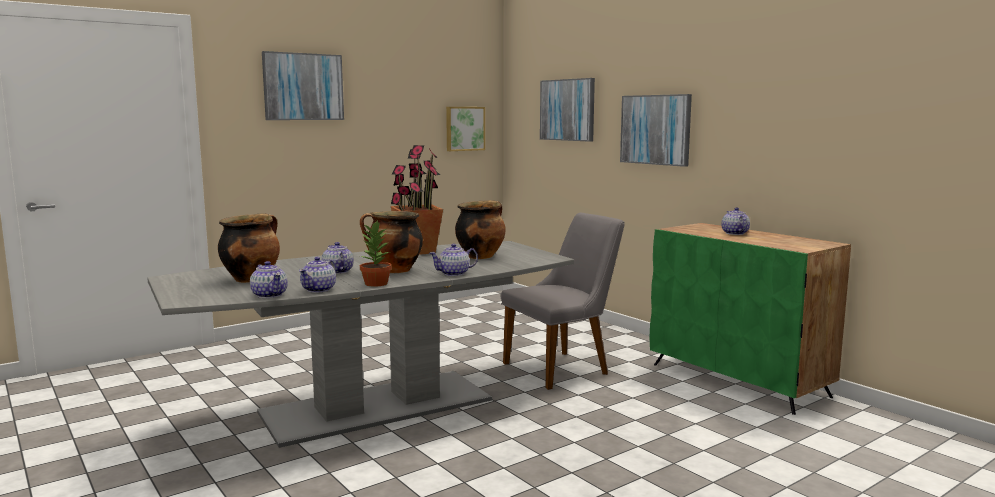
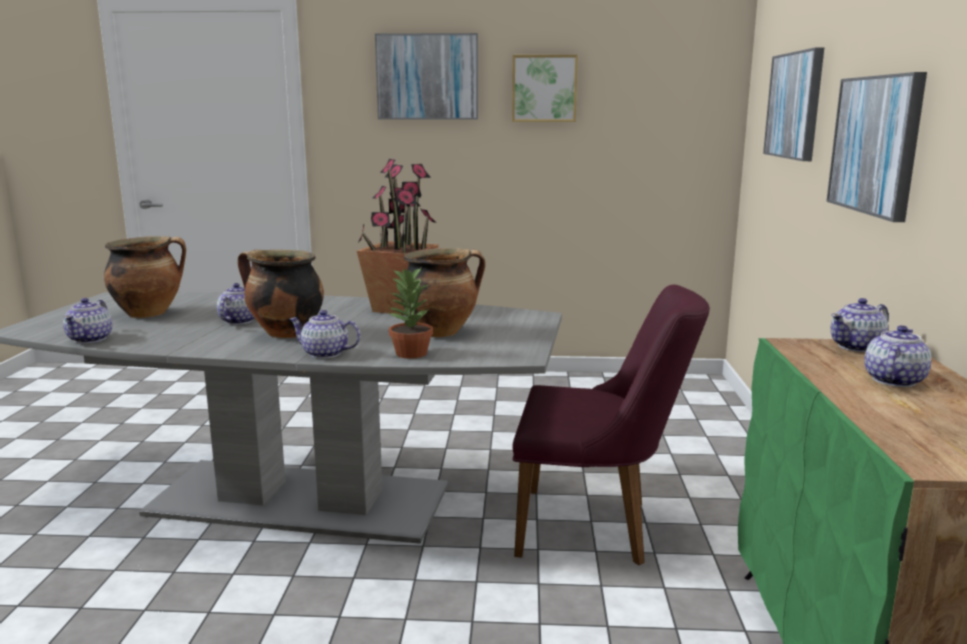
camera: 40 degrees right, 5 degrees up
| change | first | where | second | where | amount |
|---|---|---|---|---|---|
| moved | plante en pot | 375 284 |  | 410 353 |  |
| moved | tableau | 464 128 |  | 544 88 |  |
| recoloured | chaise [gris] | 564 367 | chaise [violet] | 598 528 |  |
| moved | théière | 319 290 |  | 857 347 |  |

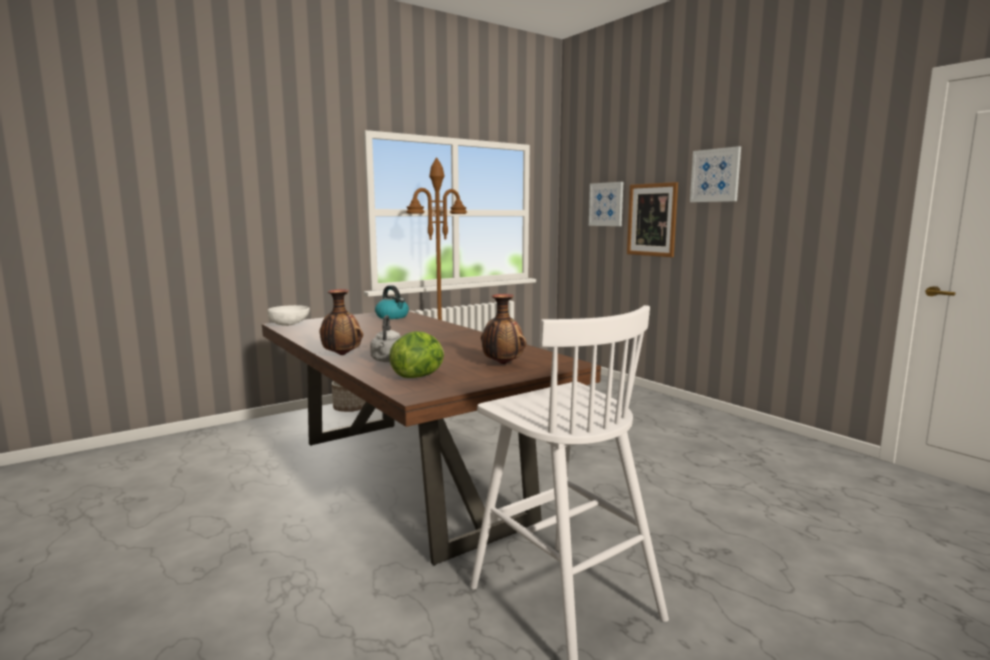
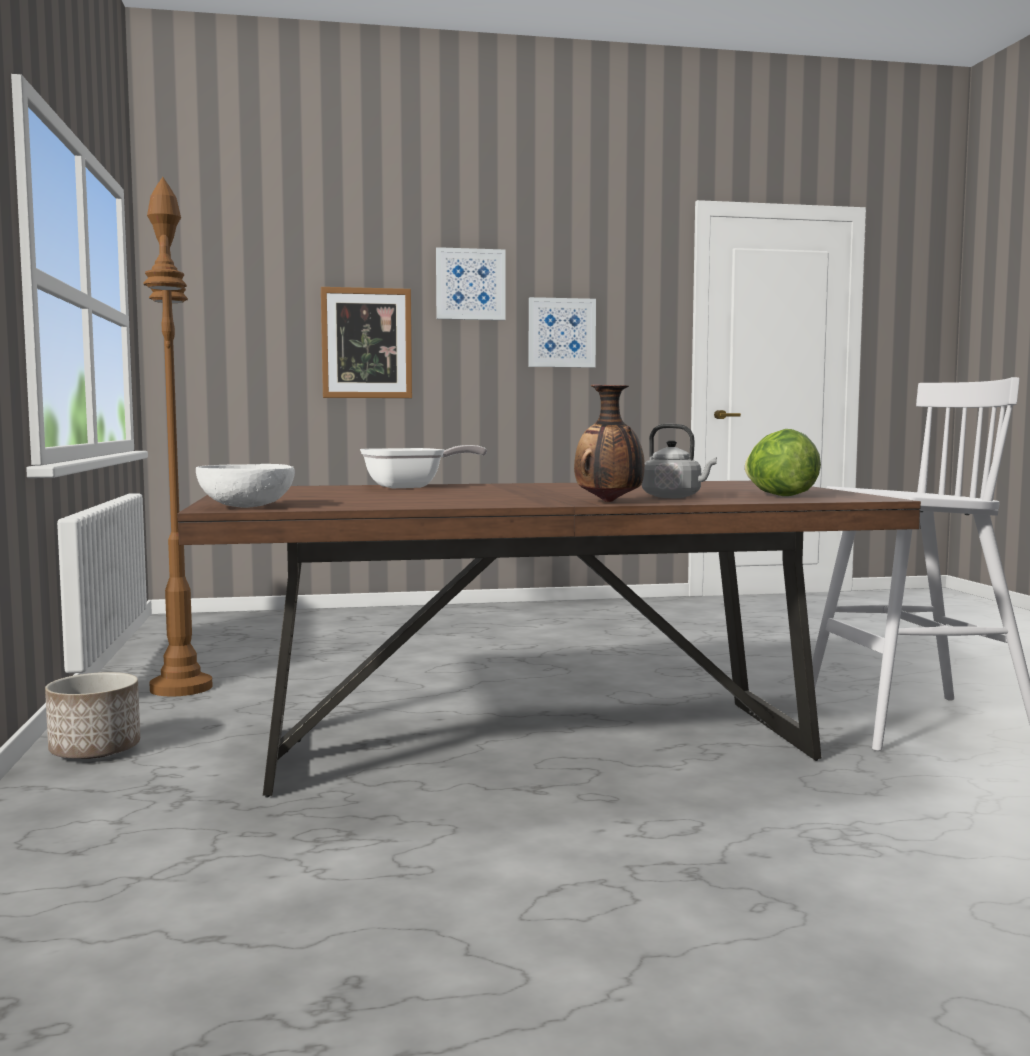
camera: 65 degrees left, 5 degrees down
| change | first | where | second | where | amount |
|---|---|---|---|---|---|
| added |  |  | poêle | 412 487 |  |
| moved | tableau | 606 204 |  | 561 333 |  |
| removed | bouilloire | 392 317 |  |  |  |
| removed | vase | 502 364 |  |  |  |

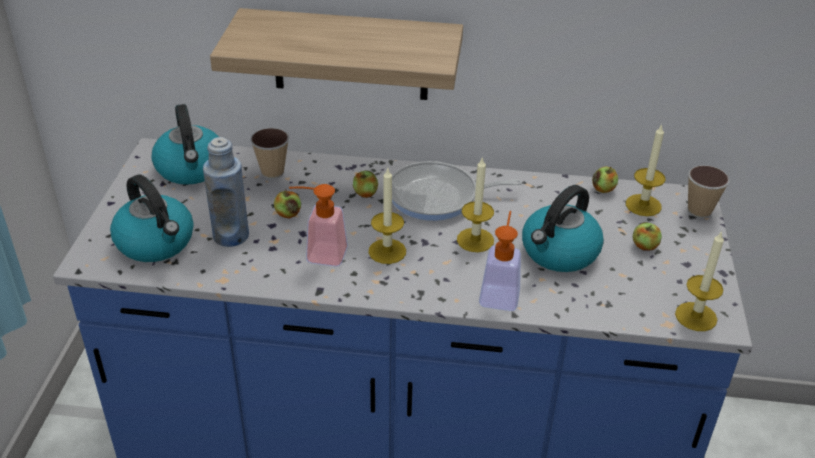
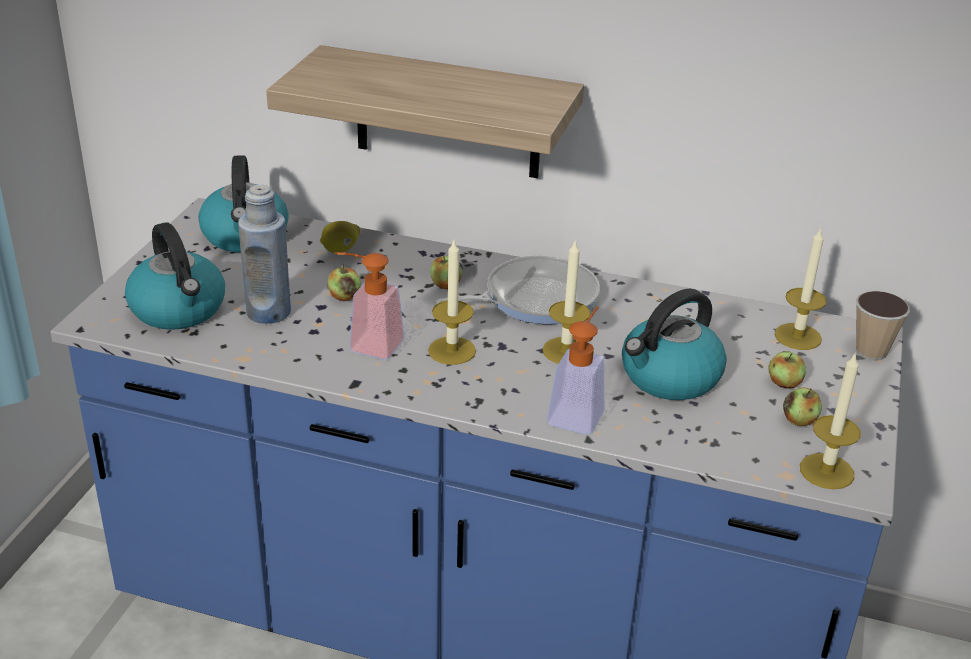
camera: 10 degrees right, 5 degrees down
| change | first | where | second | where | amount |
|---|---|---|---|---|---|
| replaced | tasse | 272 172 | citron | 340 250 |  |
| turned | poêle | 438 197 |  | 534 298 | 150 degrees clockwise |
| moved | pomme | 603 189 |  | 799 420 |  |

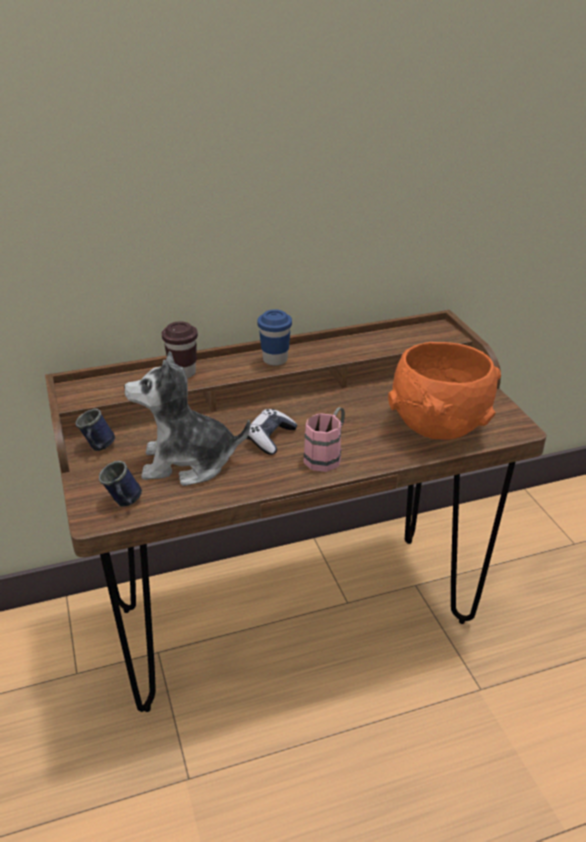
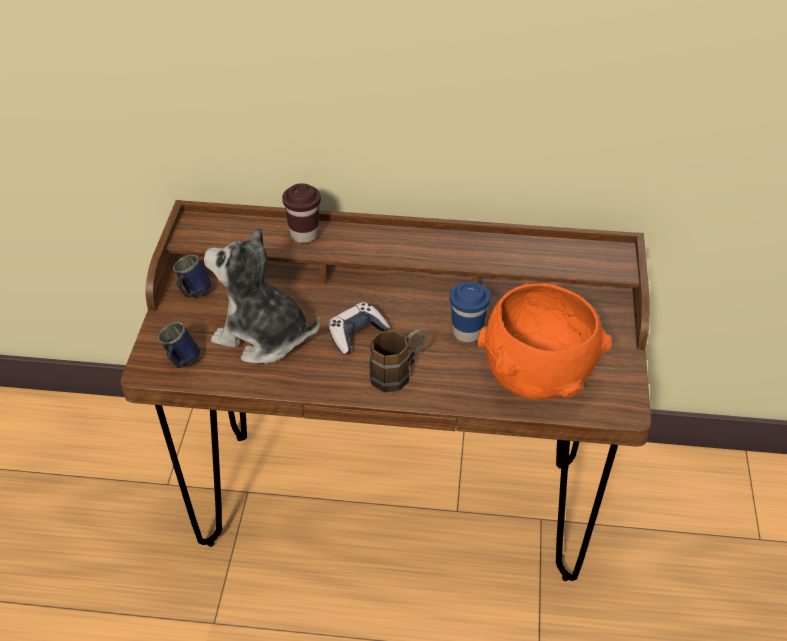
camera: 25 degrees right, 10 degrees up
| change | first | where | second | where | amount |
|---|---|---|---|---|---|
| recoloured | mug [rose] | 327 455 | mug [marron] | 398 373 |  |
| moved | tasse [bleu] | 275 360 |  | 467 333 |  |

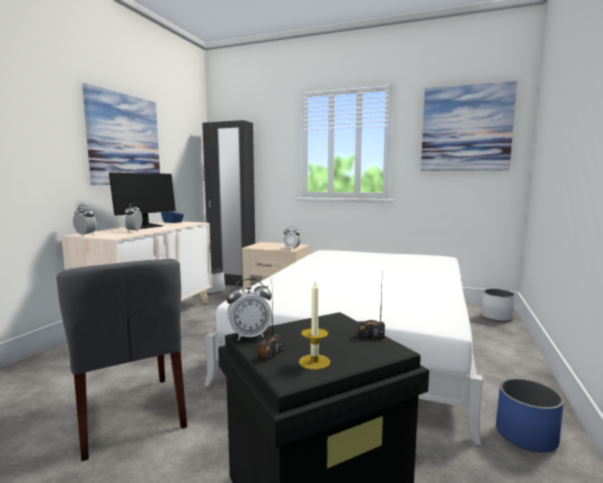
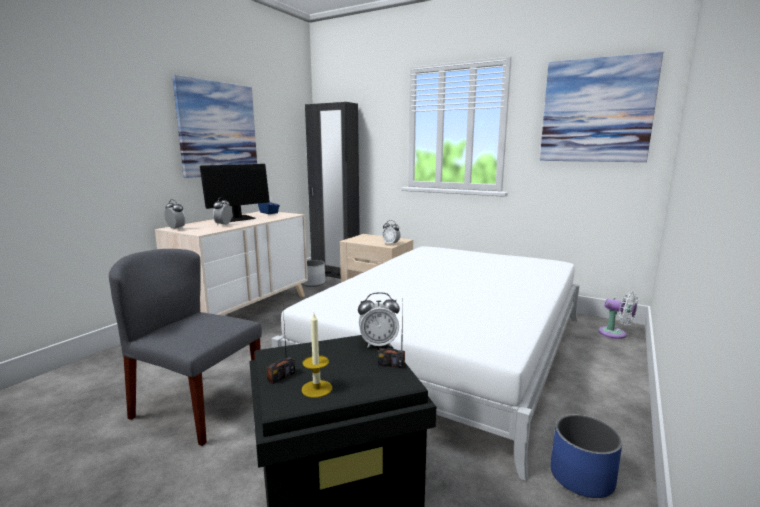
camera: 10 degrees right, 5 degrees up
| change | first | where | second | where | amount |
|---|---|---|---|---|---|
| turned | chaise [gris] | 130 414 |  | 197 407 | 135 degrees clockwise |
| moved | réveil | 250 336 |  | 378 344 |  |
| replaced | cache-pot [blanc] | 496 317 | ventilateur [blanc] | 615 334 |  |

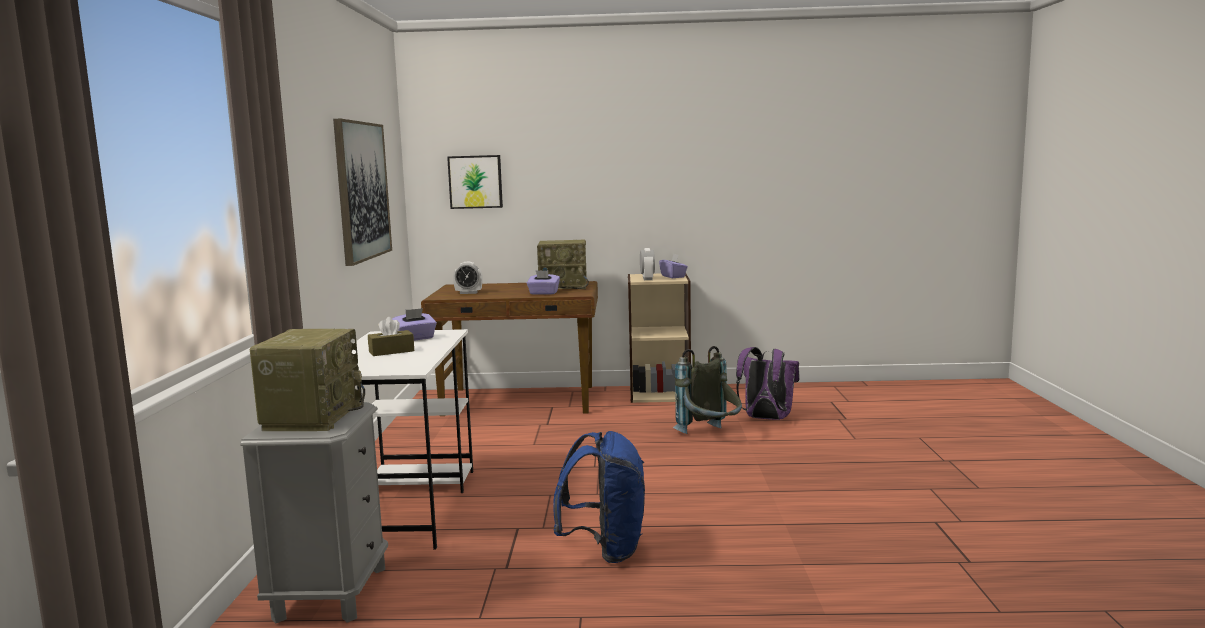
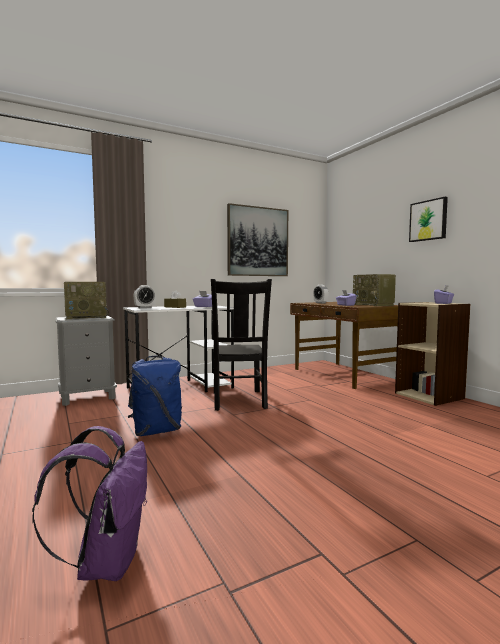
camera: 60 degrees right, 5 degrees down
| change | first | where | second | where | amount |
|---|---|---|---|---|---|
| moved | sac à dos [violet] | 765 419 |  | 107 561 |  |
| moved | réveil | 647 279 |  | 145 307 |  |
| added |  |  | chaise [noir] | 238 401 |  |
| moved | tableau | 475 182 |  | 428 220 |  |
| removed | sac à dos [gris] | 710 436 |  |  |  |

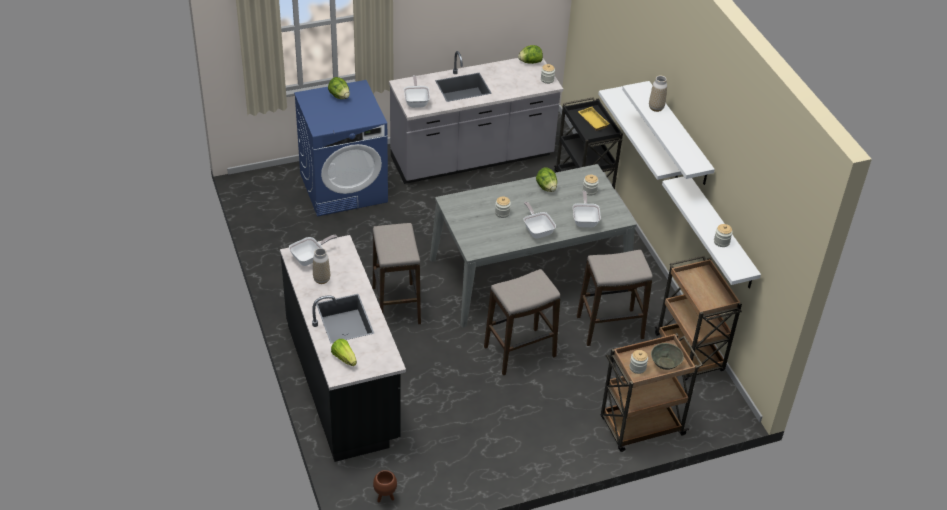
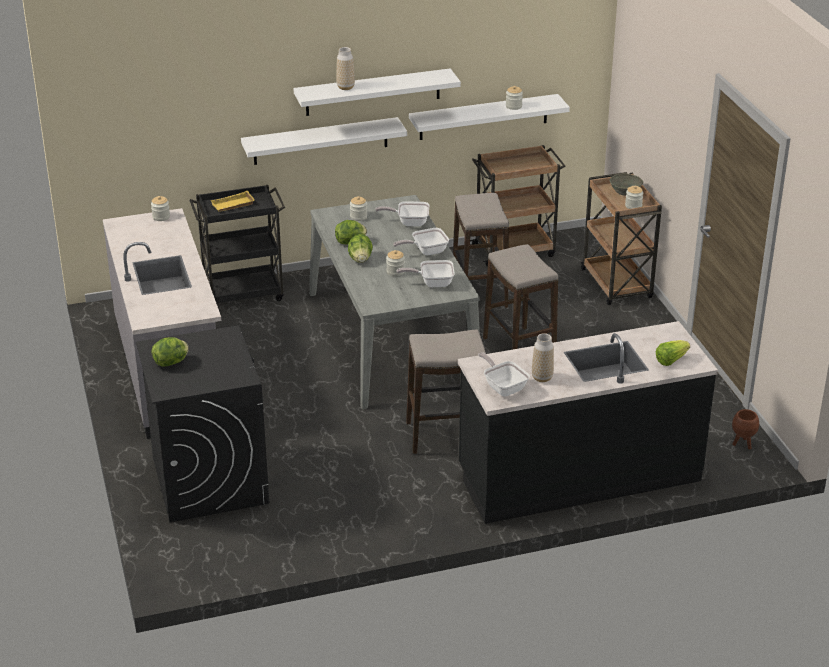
camera: 85 degrees left, 10 degrees down
| change | first | where | second | where | amount |
|---|---|---|---|---|---|
| recoloured | lave-linge [bleu] | 344 187 | lave-linge [noir] | 209 480 |  |
| moved | laitue | 530 62 |  | 360 259 |  |
| moved | poêle | 416 101 |  | 432 283 |  |

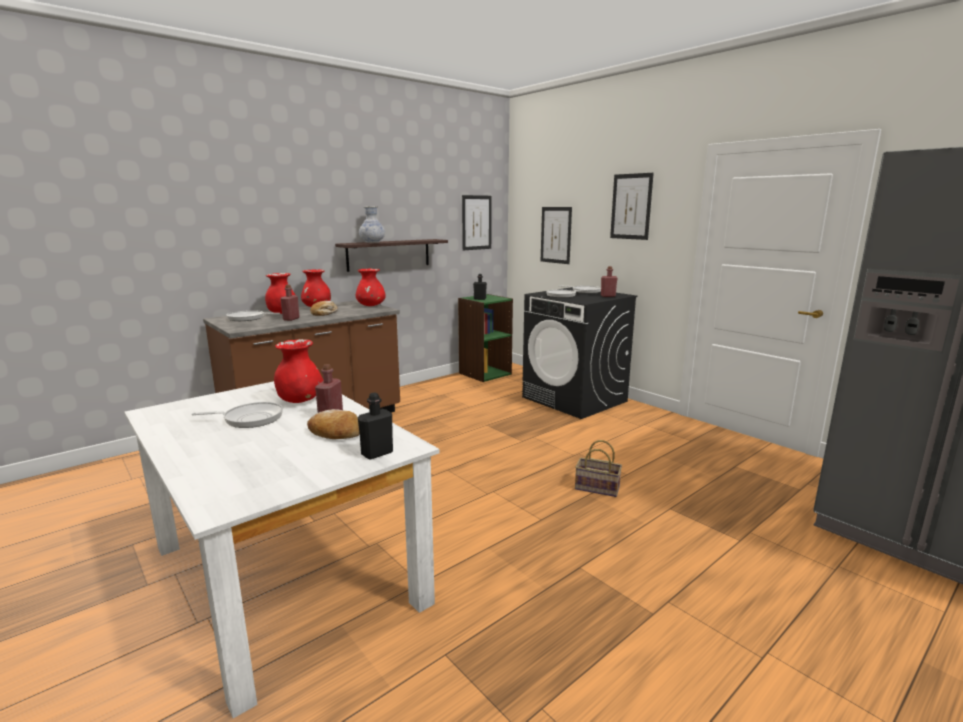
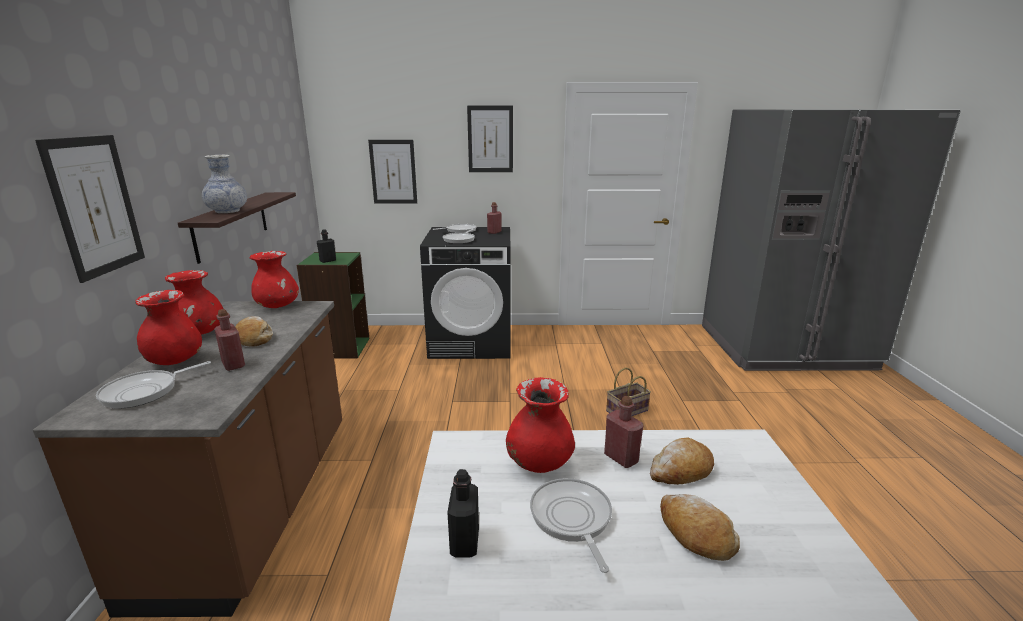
camera: 50 degrees left, 5 degrees up
| change | first | where | second | where | amount |
|---|---|---|---|---|---|
| moved | tableau | 476 222 |  | 95 206 |  |
| moved | bouteille [noir] | 377 453 |  | 464 543 |  |
| turned | poêle | 250 419 |  | 572 519 | 45 degrees counterclockwise |
| added |  |  | pain | 695 534 |  |

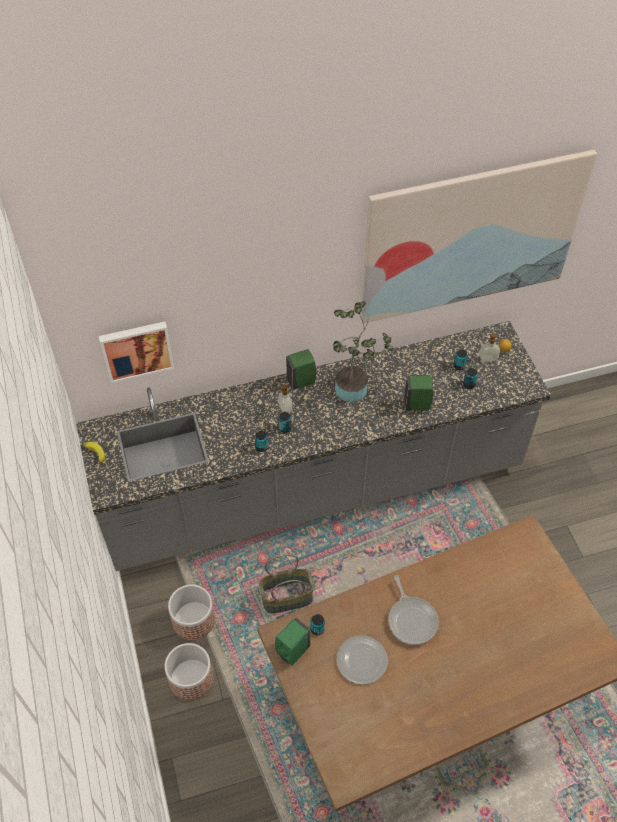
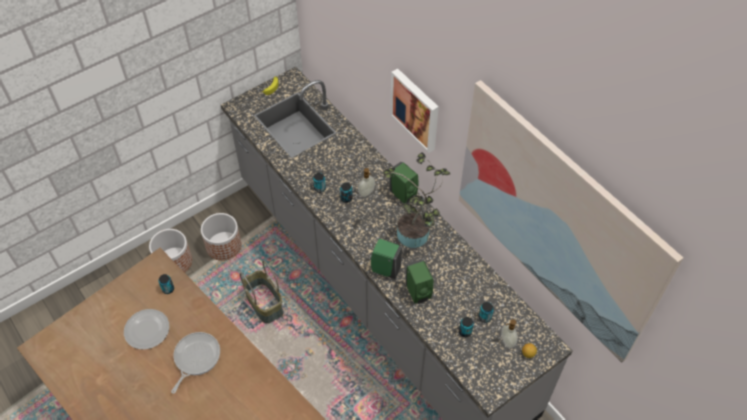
camera: 70 degrees right, 0 degrees up
| change | first | where | second | where | amount |
|---|---|---|---|---|---|
| turned | poêle | 412 619 |  | 195 358 | 150 degrees clockwise |
| moved | distributeur de savon [vert] | 292 652 |  | 385 269 |  |
| moved | tableau | 136 349 |  | 416 109 |  |

